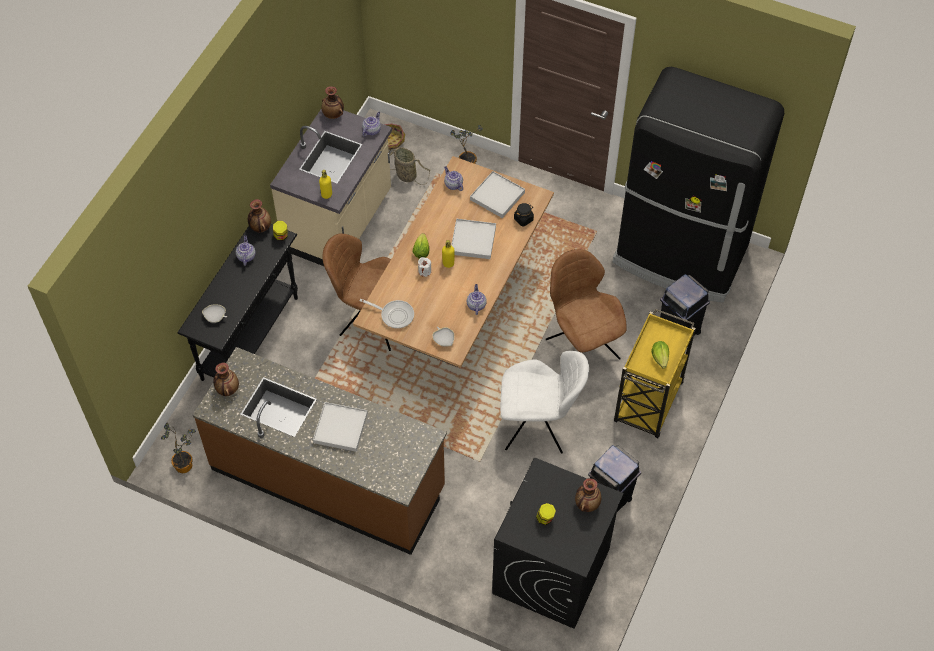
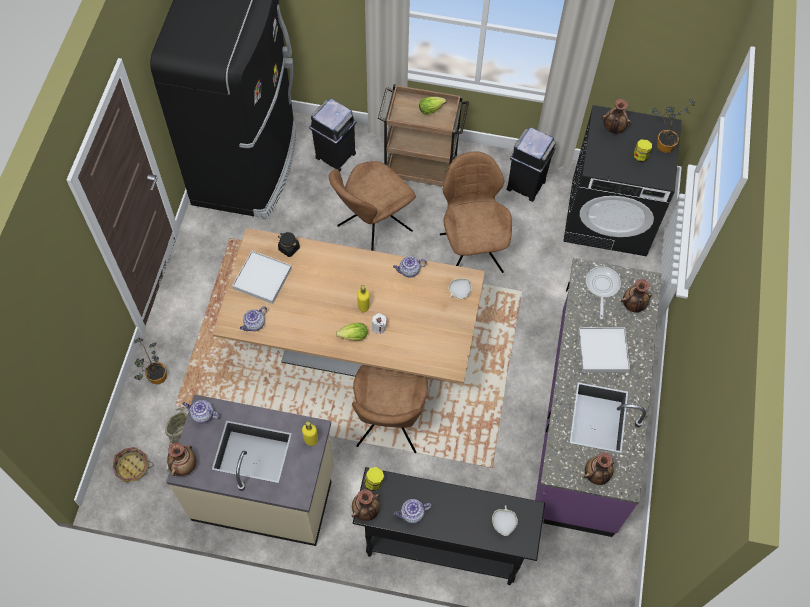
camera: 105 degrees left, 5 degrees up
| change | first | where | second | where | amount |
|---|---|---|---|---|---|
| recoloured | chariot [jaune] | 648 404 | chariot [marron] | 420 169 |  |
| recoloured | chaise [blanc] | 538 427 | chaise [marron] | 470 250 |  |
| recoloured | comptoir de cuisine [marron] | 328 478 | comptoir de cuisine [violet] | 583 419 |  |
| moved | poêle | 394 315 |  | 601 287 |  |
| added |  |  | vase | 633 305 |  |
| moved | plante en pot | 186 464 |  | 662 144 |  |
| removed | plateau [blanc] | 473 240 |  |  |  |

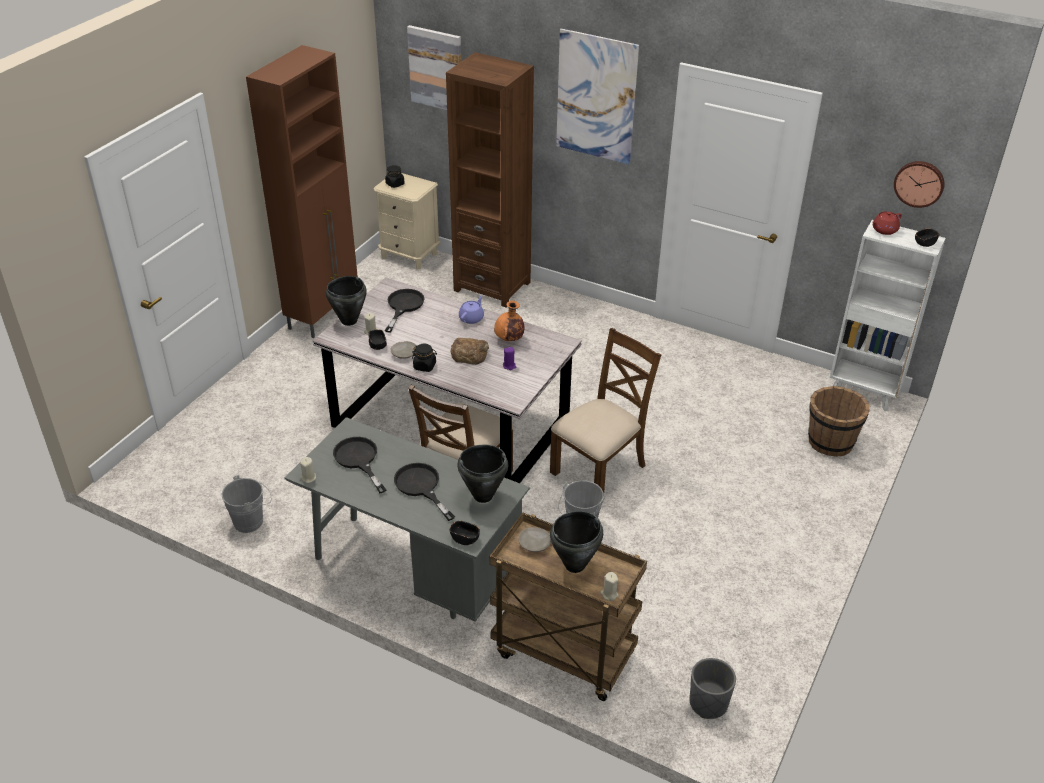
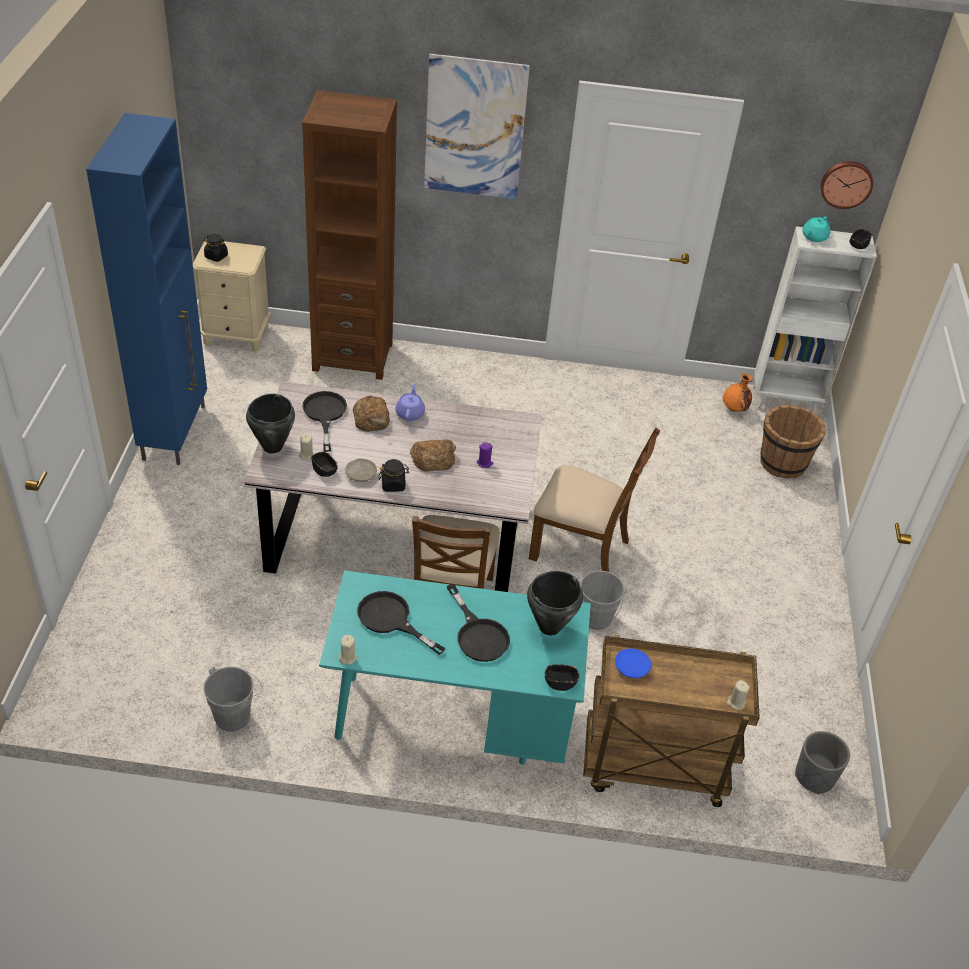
camera: 25 degrees left, 5 degrees up
| change | first | where | second | where | amount |
|---|---|---|---|---|---|
| recoloured | meuble de rangement [marron] | 324 314 | meuble de rangement [bleu] | 175 432 |  |
| recoloured | bureau [gris] | 413 571 | bureau [turquoise] | 451 722 |  |
| added |  |  | pain | 372 418 |  |
| turned | poêle [noir] | 421 487 |  | 478 634 | 150 degrees counterclockwise |
| turned | chaise [marron] | 600 469 |  | 581 549 | 90 degrees clockwise |
| recoloured | assiette [beige] | 535 543 | assiette [bleu] | 632 667 |  |
| moved | vase [orange] | 509 340 |  | 734 409 |  |
| recoloured | théière [rouge] | 884 230 | théière [turquoise] | 814 237 |  |
| removed | tableau | 436 69 |  |  |  |
| removed | marmite [noir] | 575 565 |  |  |  |

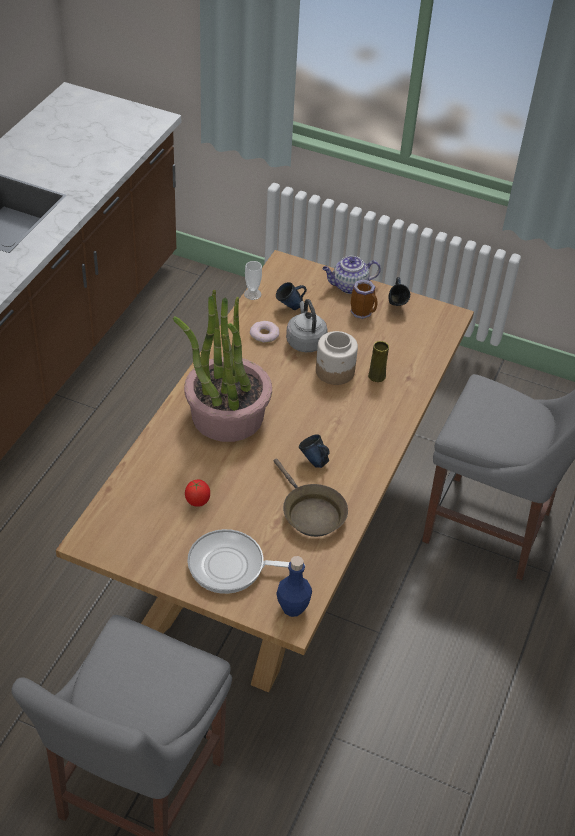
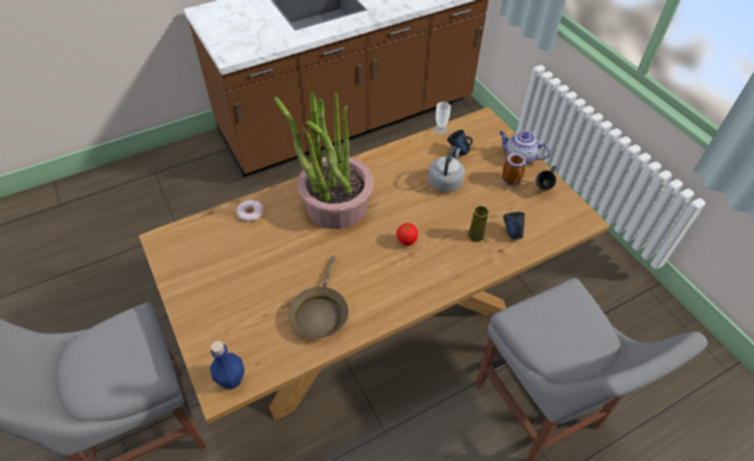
camera: 40 degrees right, 5 degrees up
| change | first | where | second | where | amount |
|---|---|---|---|---|---|
| moved | beignet | 264 334 |  | 250 212 |  |
| moved | tomate | 197 502 |  | 406 241 |  |
| moved | mug [bleu] | 314 462 |  | 512 233 |  |
| removed | poêle | 231 566 |  |  |  |
| removed | bocal | 335 372 |  |  |  |

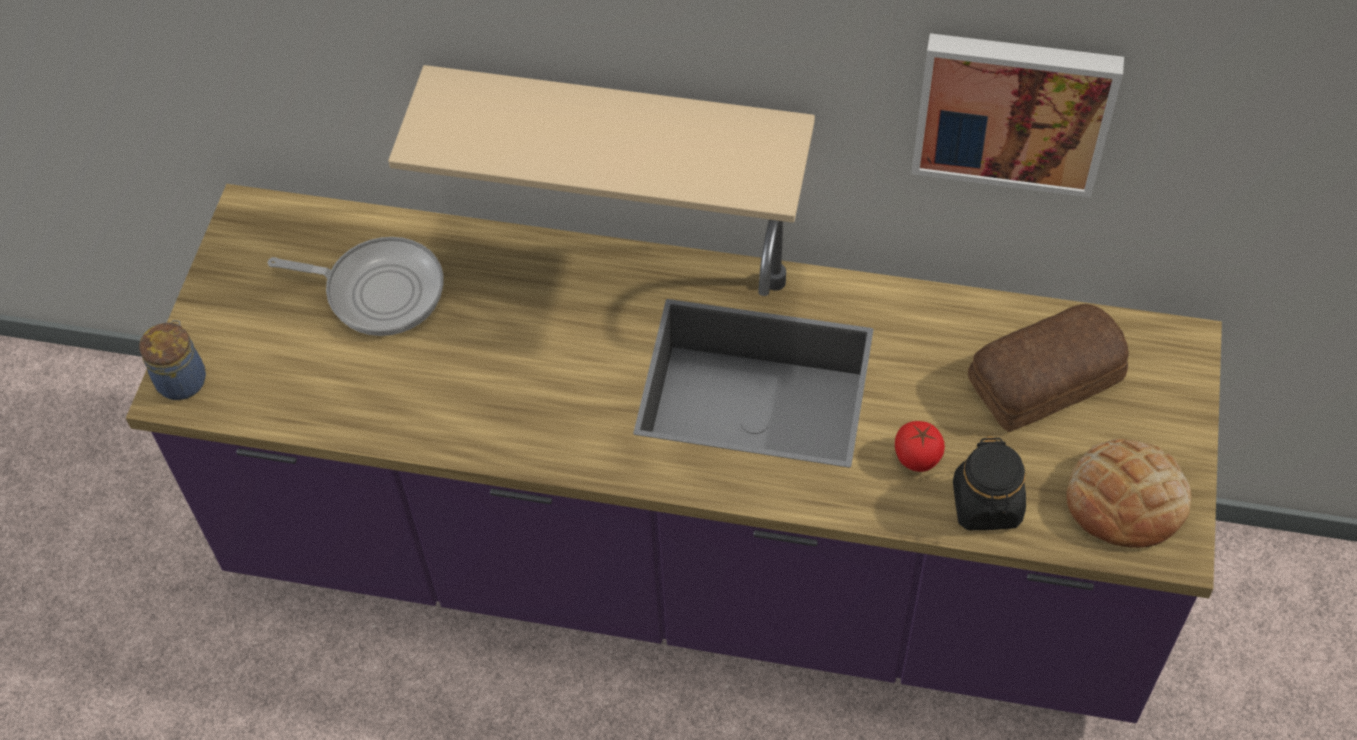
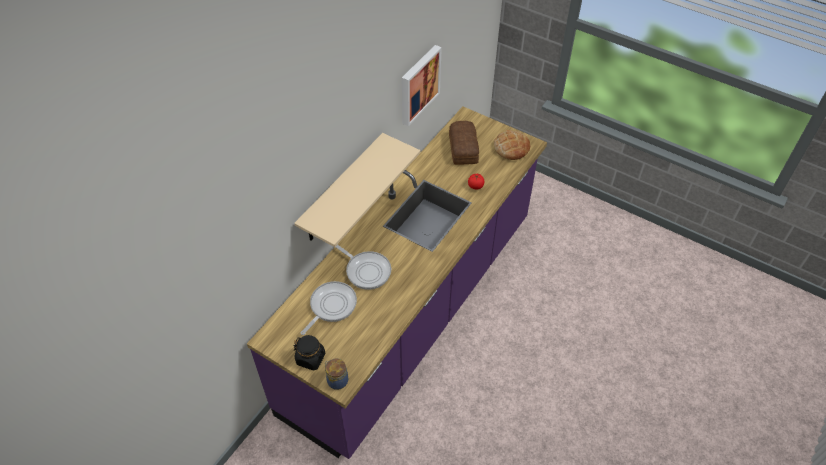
camera: 70 degrees left, 5 degrees down
| change | first | where | second | where | amount |
|---|---|---|---|---|---|
| moved | bocal [noir] | 986 505 |  | 311 358 |  |
| added |  |  | poêle | 366 270 |  |

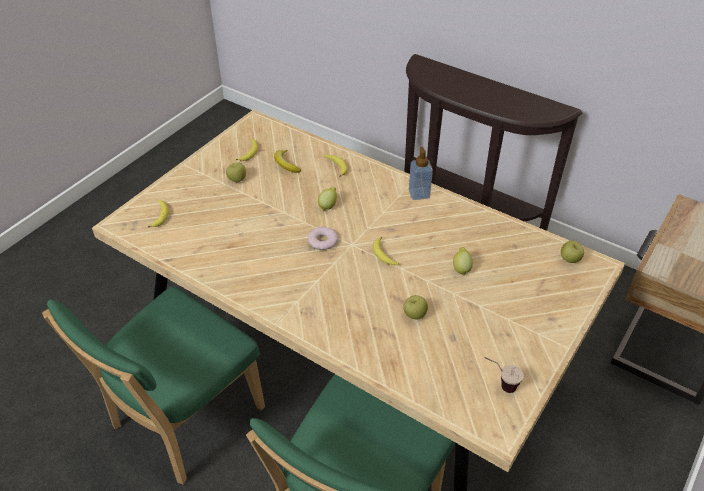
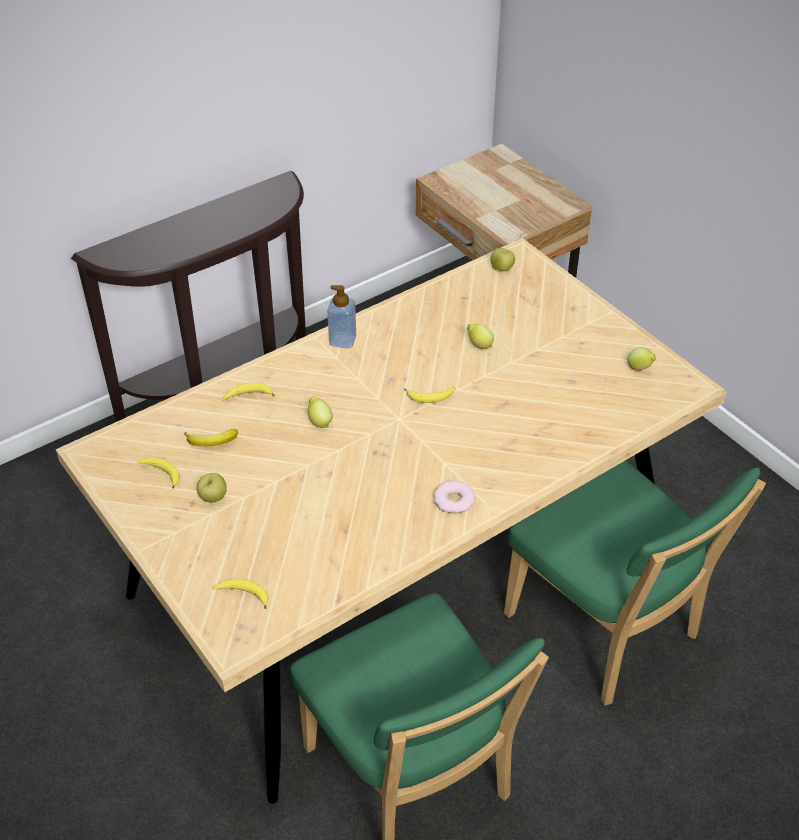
camera: 70 degrees left, 0 degrees up
| change | first | where | second | where | amount |
|---|---|---|---|---|---|
| moved | beignet | 322 241 |  | 454 500 |  |
| replaced | tasse | 499 384 | citron | 640 368 |  |
| removed | pomme | 414 315 |  |  |  |

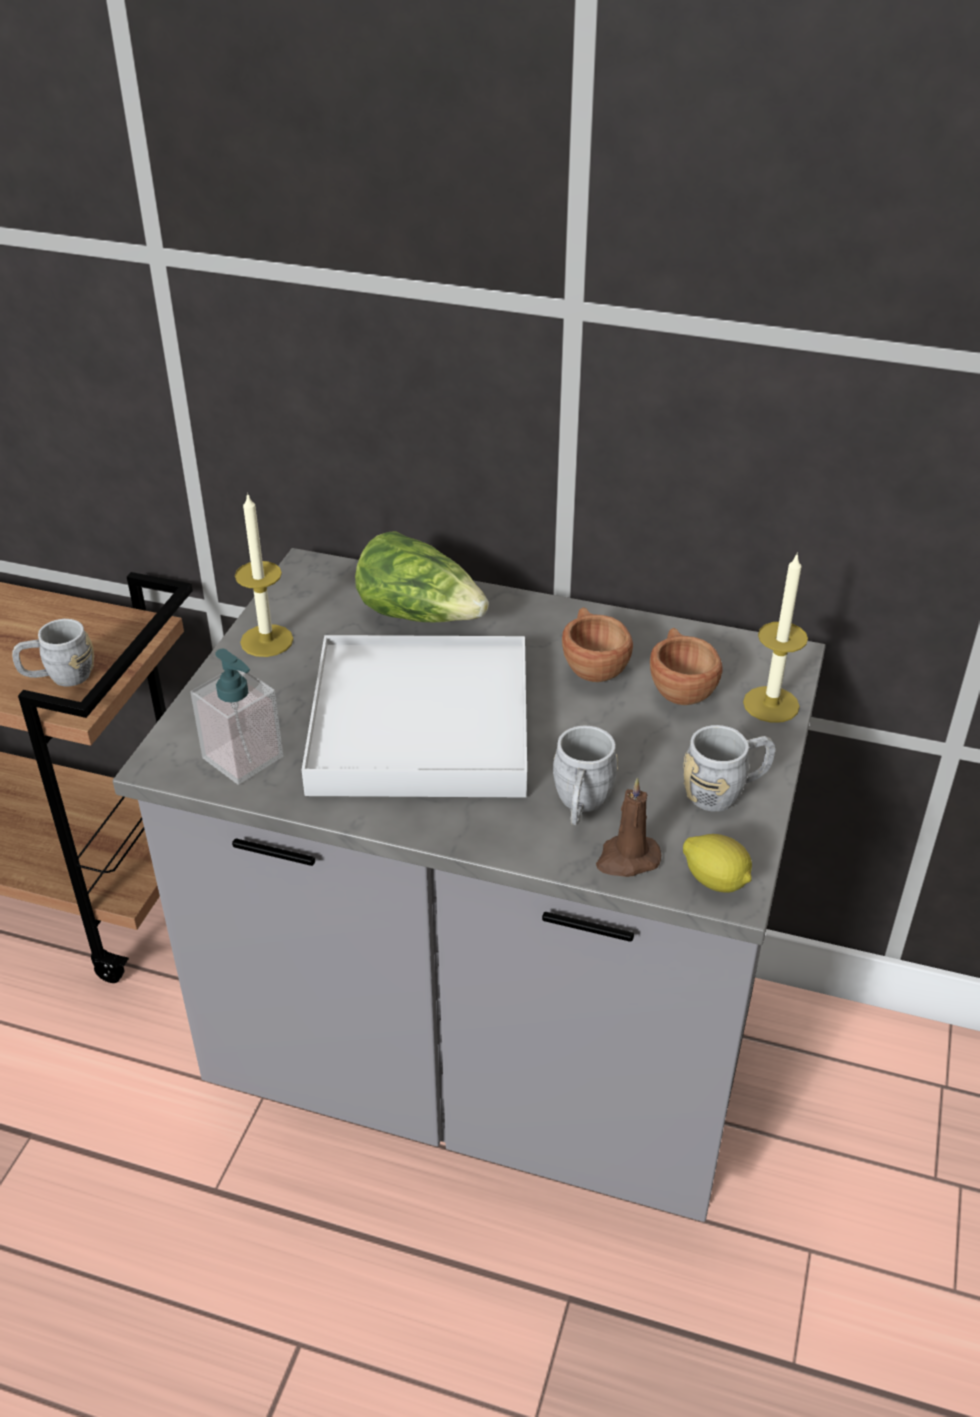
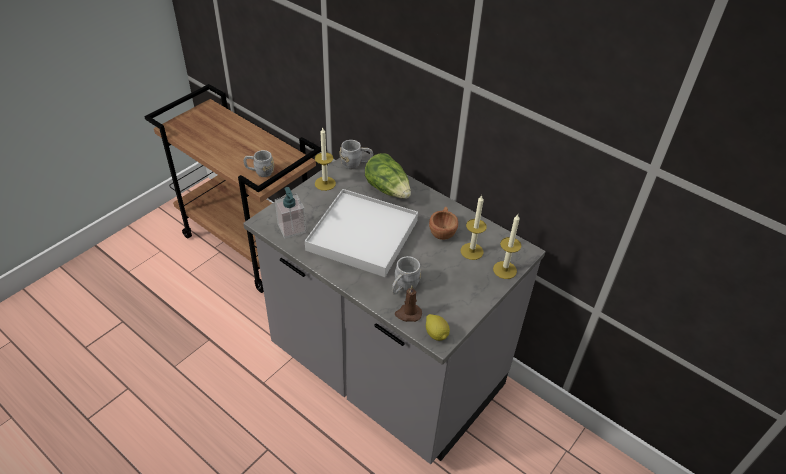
camera: 20 degrees right, 5 degrees up
| change | first | where | second | where | amount |
|---|---|---|---|---|---|
| moved | mug [gris] | 725 791 |  | 356 164 |  |
| replaced | tasse [marron] | 679 688 | bougie | 471 251 |  |

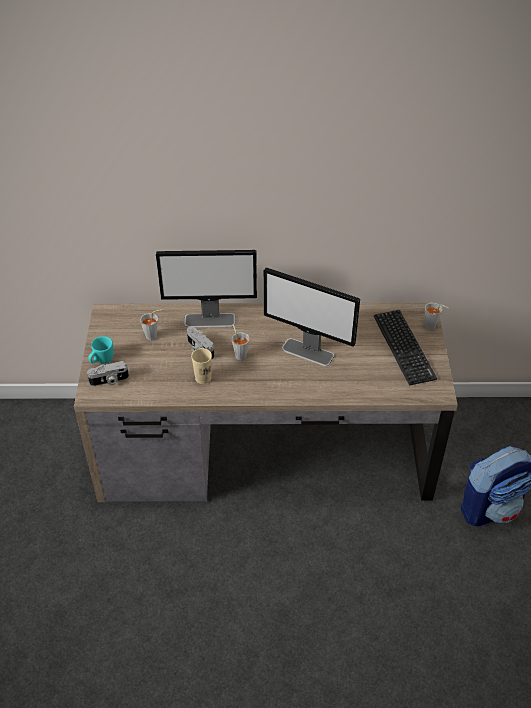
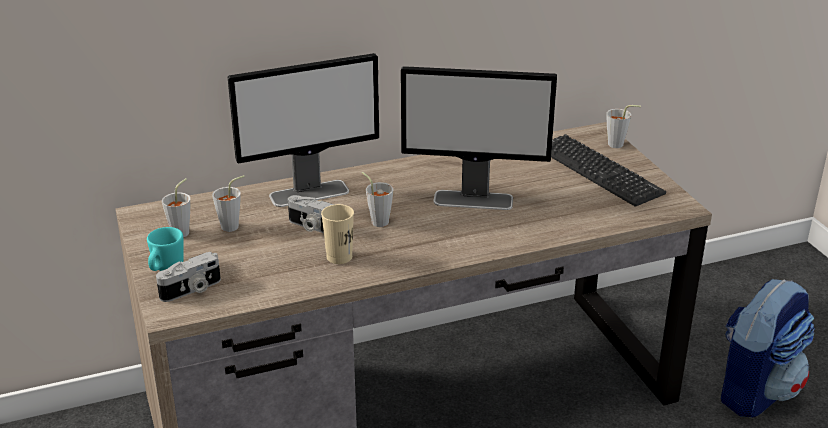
camera: 20 degrees left, 15 degrees down
| change | first | where | second | where | amount |
|---|---|---|---|---|---|
| added |  |  | tasse [gris] | 183 231 |  |

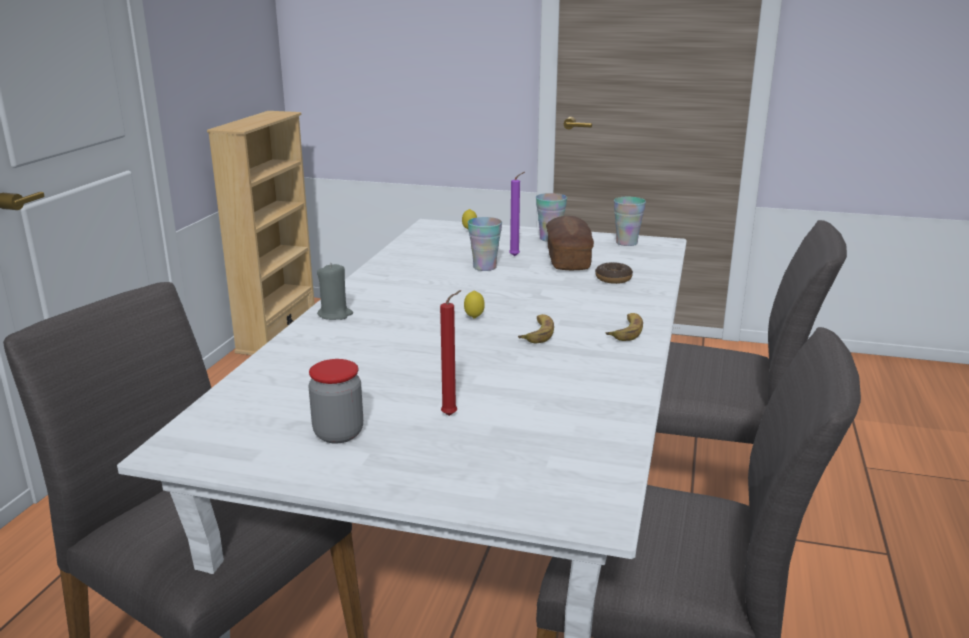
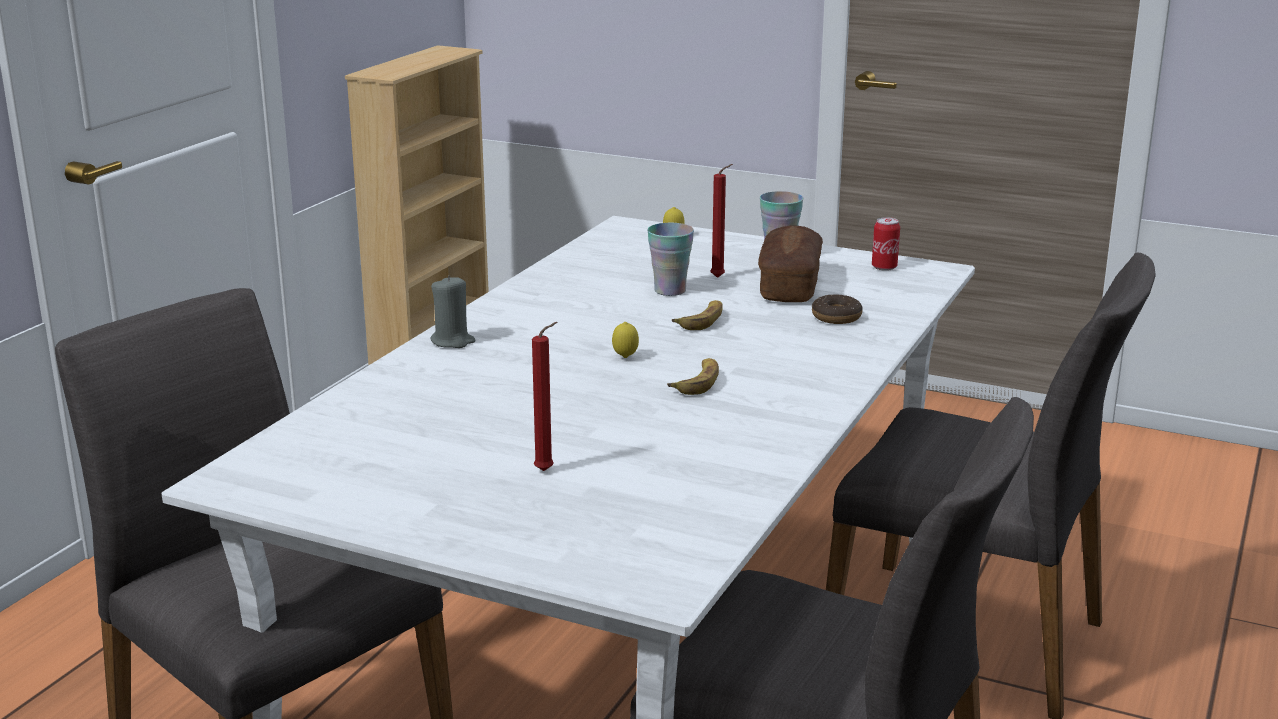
camera: 10 degrees right, 0 degrees up
| change | first | where | second | where | amount |
|---|---|---|---|---|---|
| moved | banane | 626 331 |  | 702 320 |  |
| recoloured | bougie [violet] | 516 256 | bougie [rouge] | 720 277 |  |
| replaced | tasse | 626 243 | boîte métallique | 884 267 |  |
| removed | bocal | 338 434 |  |  |  |

